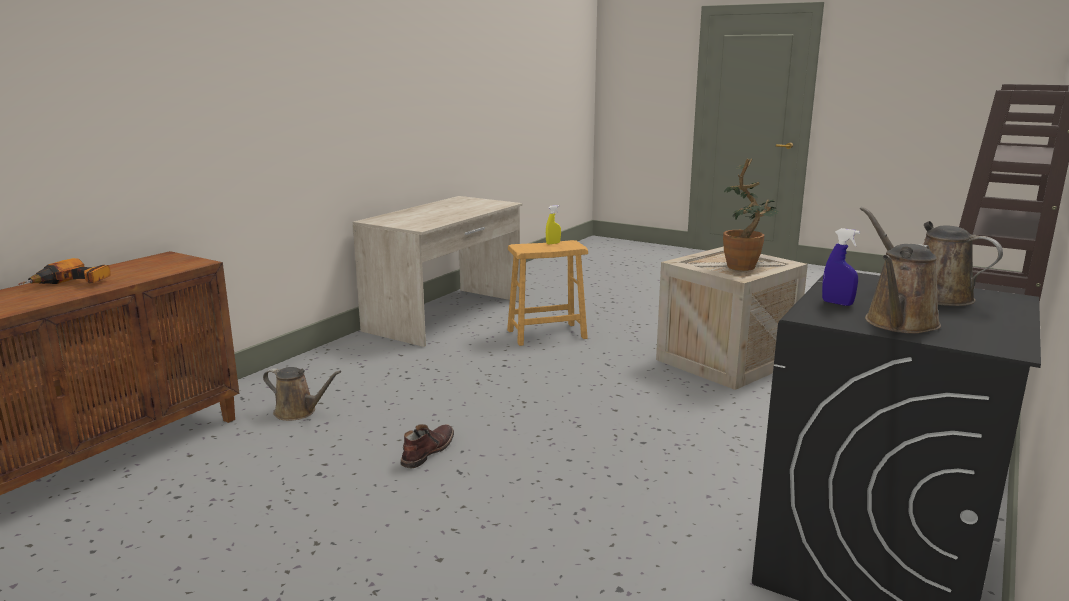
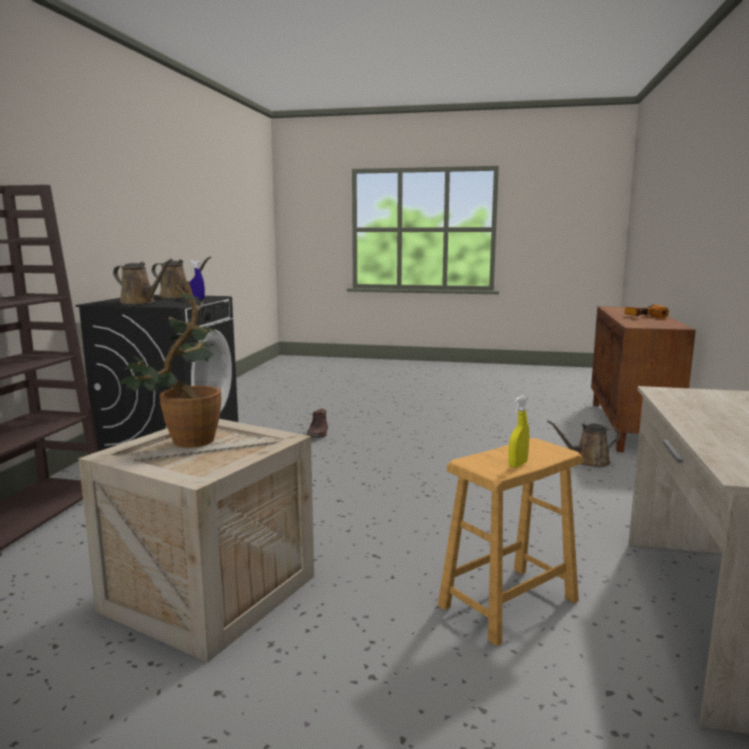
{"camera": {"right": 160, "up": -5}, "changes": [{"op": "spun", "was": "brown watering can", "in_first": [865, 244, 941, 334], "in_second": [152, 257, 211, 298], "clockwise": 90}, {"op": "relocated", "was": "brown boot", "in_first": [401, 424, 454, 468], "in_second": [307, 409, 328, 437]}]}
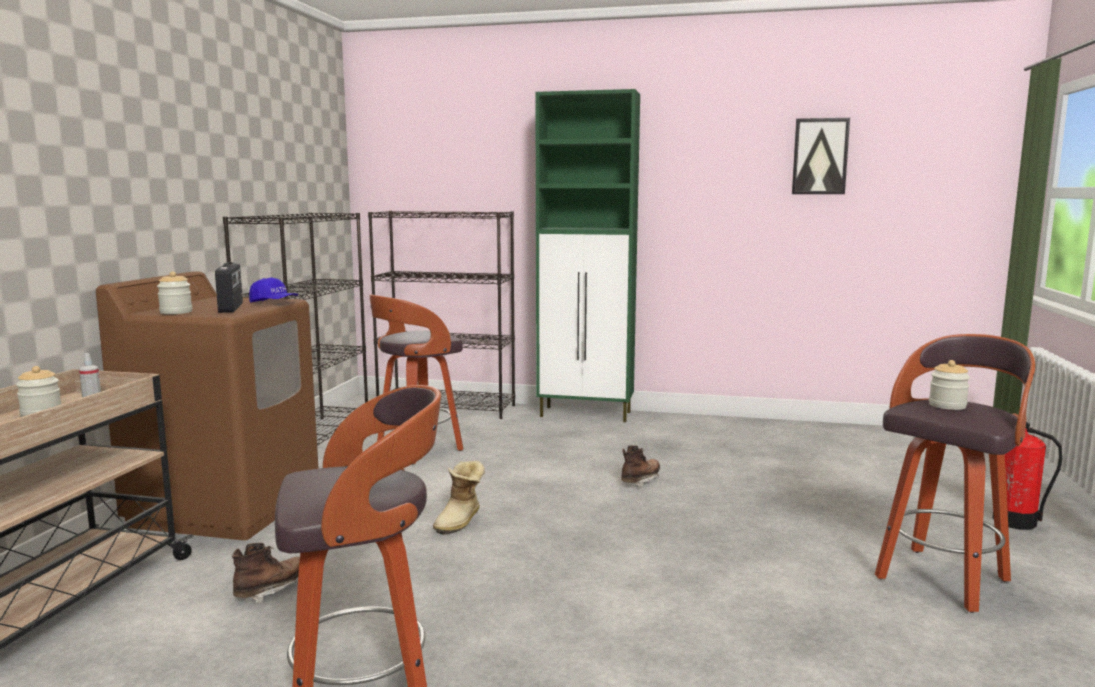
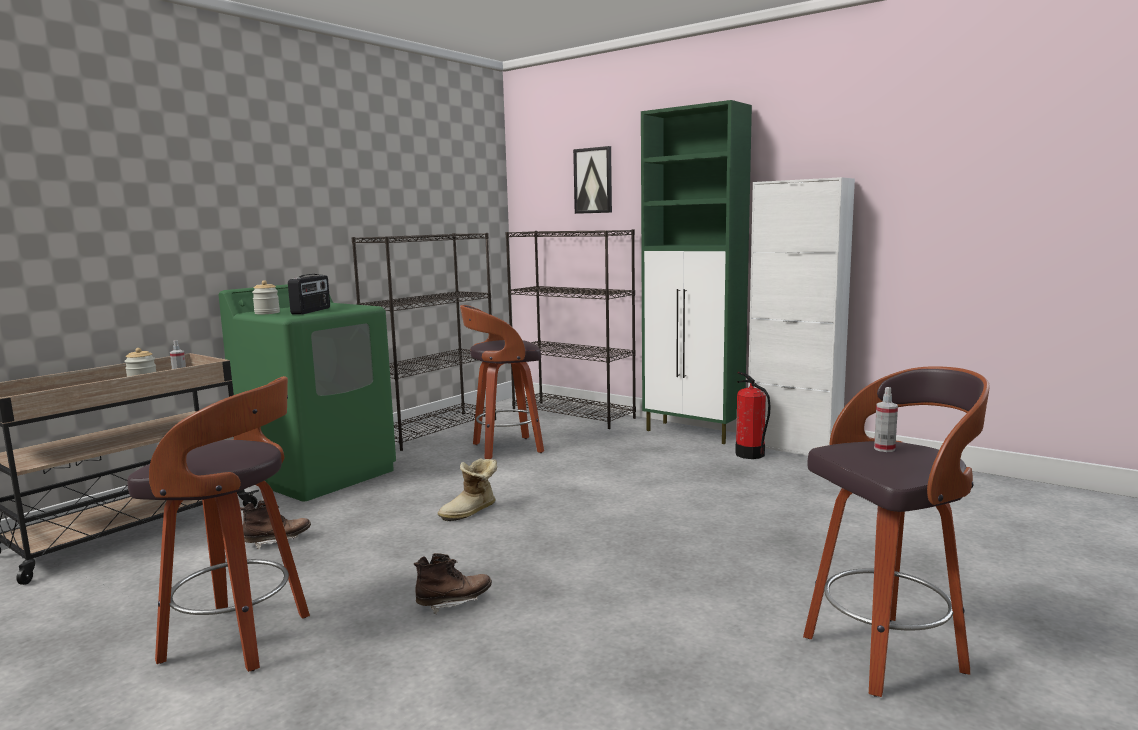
{"camera": {"right": 25, "up": 0}, "changes": [{"op": "colour", "was": "brown washing machine", "now": "green washing machine", "in_first": [96, 271, 319, 540], "in_second": [219, 284, 396, 502]}, {"op": "relocated", "was": "brown boot", "in_first": [621, 445, 660, 488], "in_second": [414, 553, 492, 614]}, {"op": "relocated", "was": "picture", "in_first": [792, 118, 850, 194], "in_second": [573, 146, 612, 214]}, {"op": "relocated", "was": "fire extinguisher", "in_first": [992, 422, 1062, 530], "in_second": [735, 372, 771, 459]}, {"op": "appeared", "now": "white cabinet", "in_second": [748, 177, 855, 456]}, {"op": "exchanged", "was": "jar", "now": "spray bottle", "in_first": [929, 360, 970, 410], "in_second": [874, 387, 898, 452]}, {"op": "missing", "was": "blue cap", "in_first": [249, 277, 298, 303]}]}
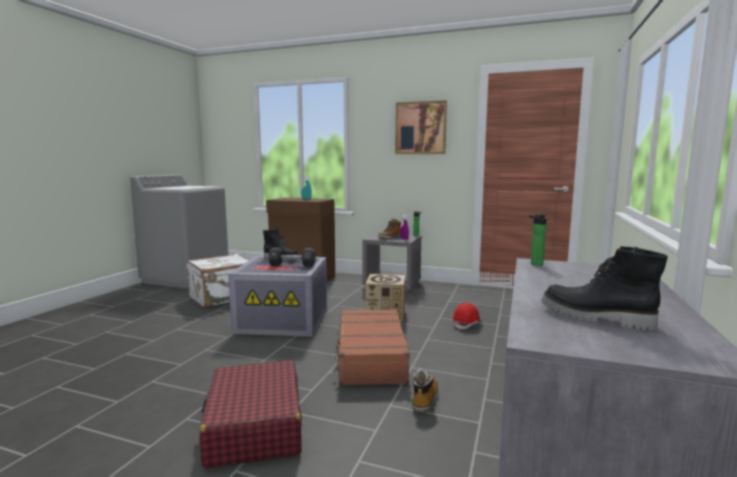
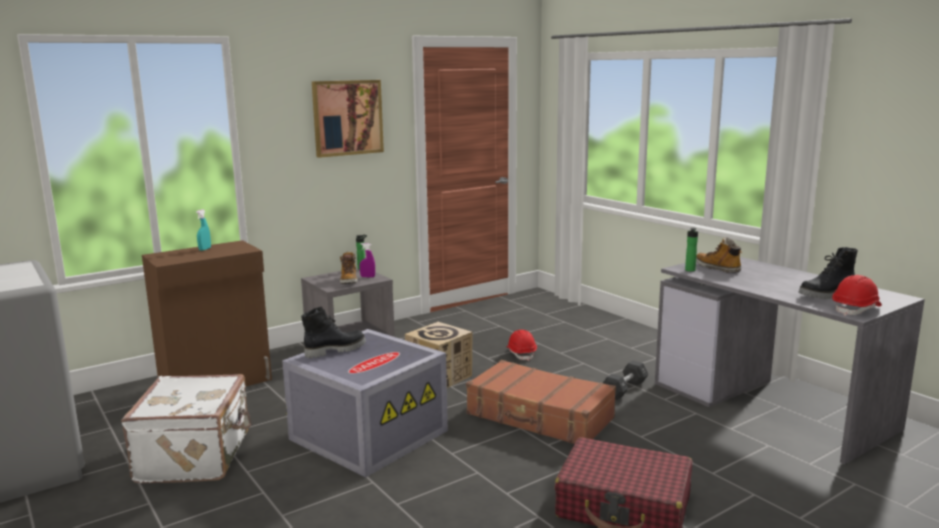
{"camera": {"right": -55, "up": 5}, "changes": [{"op": "relocated", "was": "black dumbbell", "in_first": [268, 247, 316, 267], "in_second": [603, 360, 648, 400]}, {"op": "relocated", "was": "boot", "in_first": [412, 369, 439, 413], "in_second": [696, 237, 742, 273]}, {"op": "appeared", "now": "red hard hat", "in_second": [832, 275, 882, 316]}]}
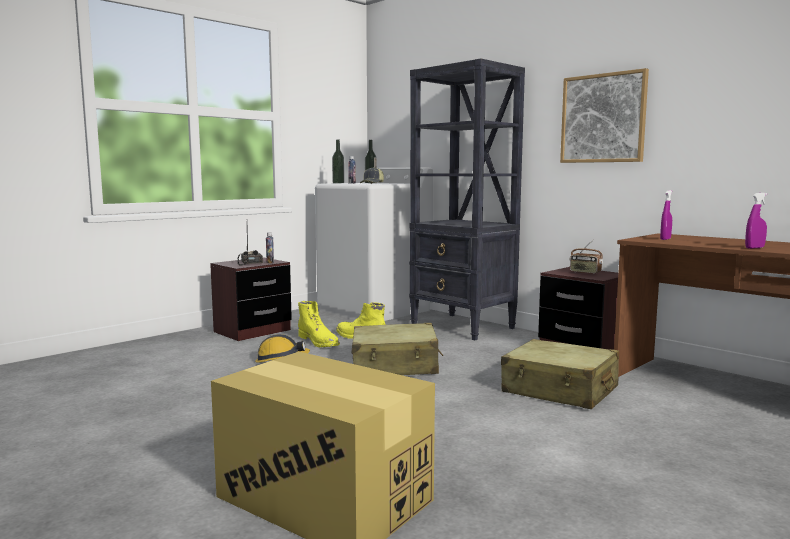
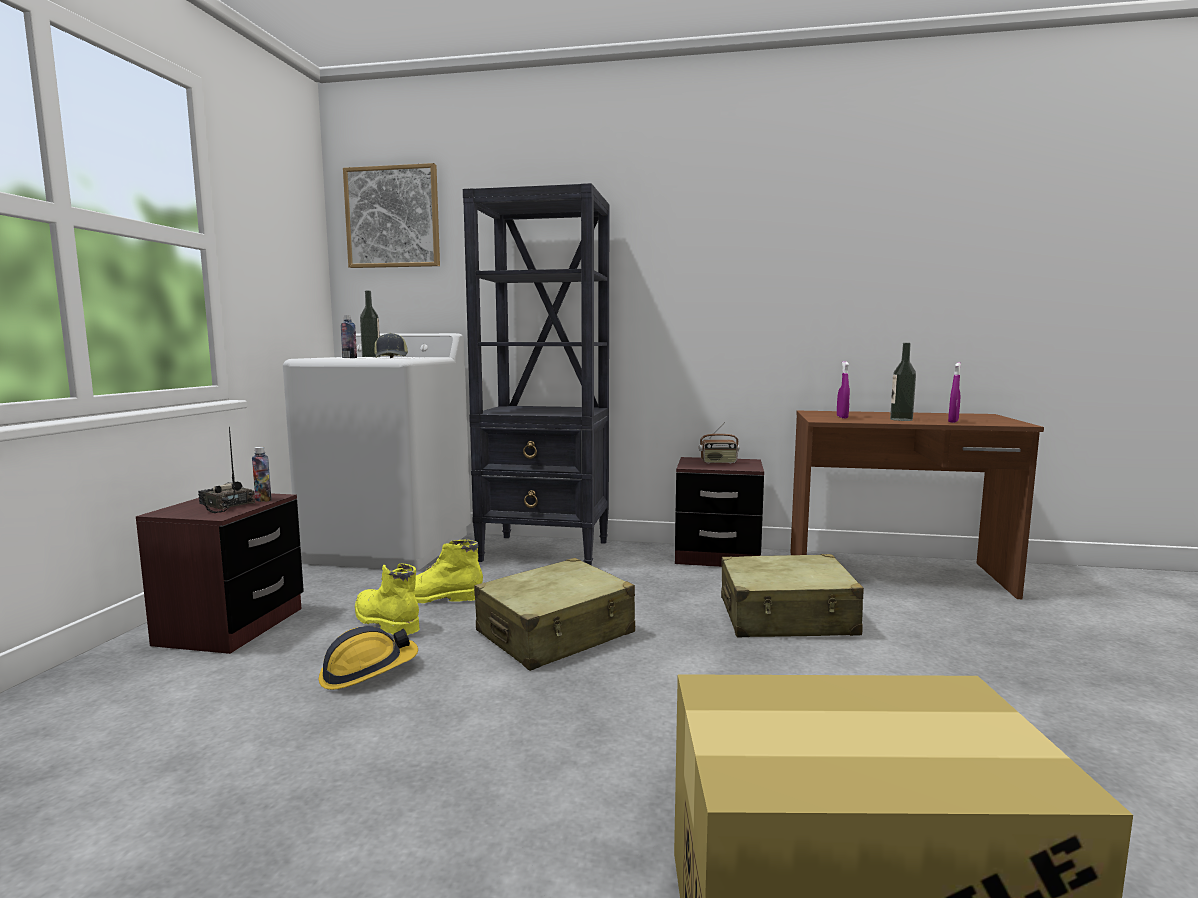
{"camera": {"right": -35, "up": 0}, "changes": [{"op": "relocated", "was": "picture", "in_first": [560, 68, 649, 163], "in_second": [343, 163, 440, 268]}, {"op": "spun", "was": "yellow boot", "in_first": [298, 301, 340, 347], "in_second": [355, 563, 420, 635], "clockwise": -150}, {"op": "relocated", "was": "bottle", "in_first": [332, 140, 344, 183], "in_second": [890, 343, 916, 421]}]}
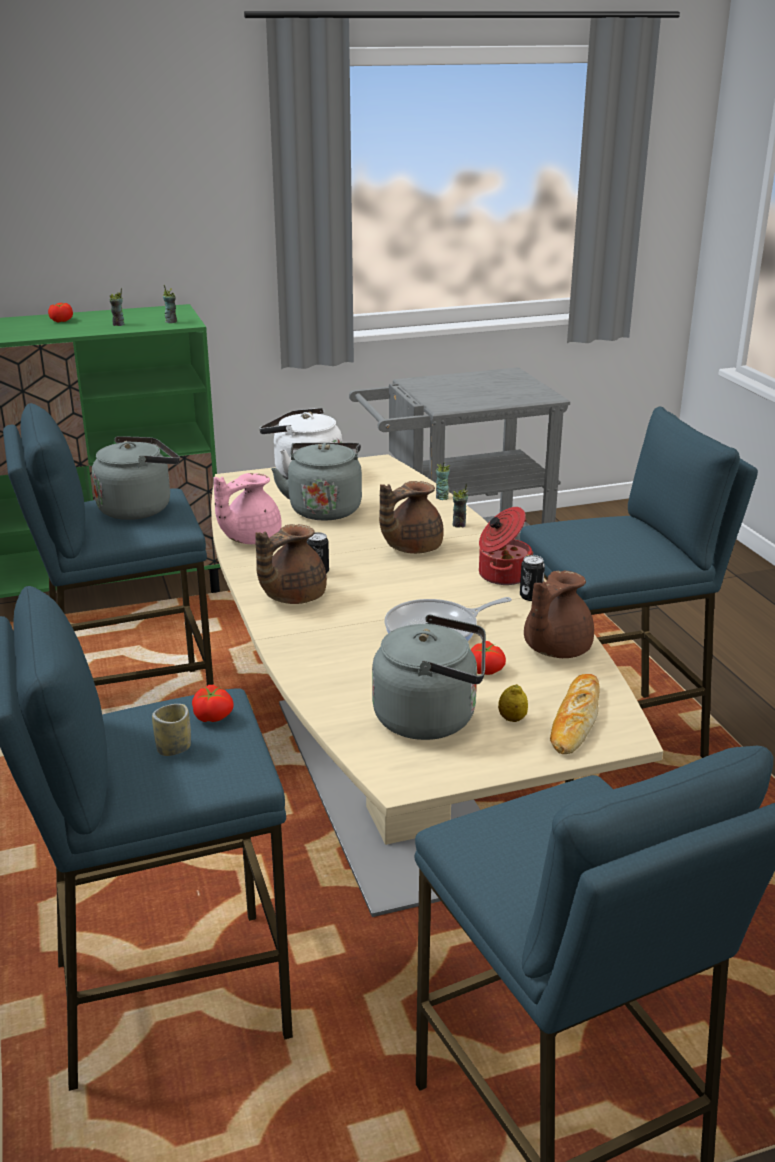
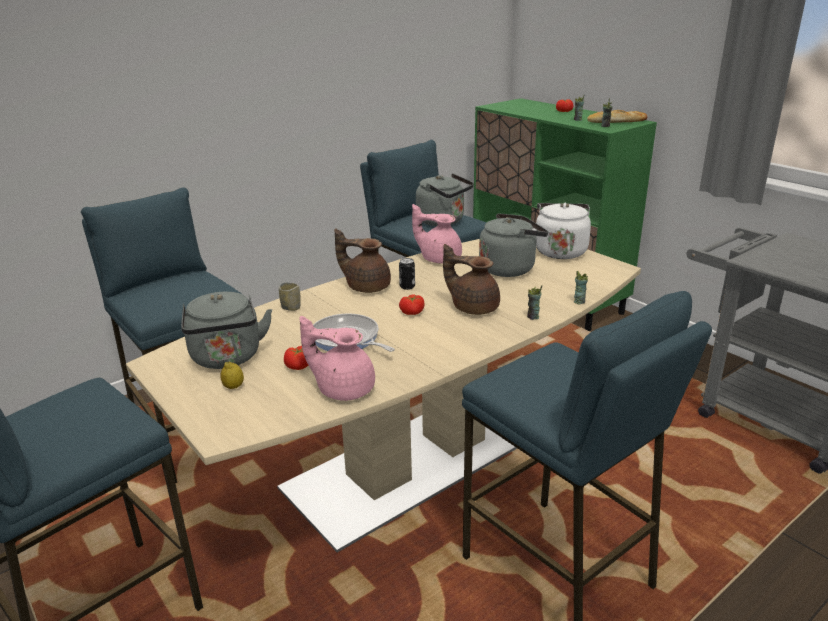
{"camera": {"right": 70, "up": 0}, "changes": [{"op": "relocated", "was": "cup", "in_first": [152, 704, 191, 756], "in_second": [279, 282, 301, 311]}, {"op": "colour", "was": "brown teapot", "now": "pink teapot", "in_first": [524, 570, 594, 658], "in_second": [299, 316, 375, 401]}, {"op": "relocated", "was": "tomato", "in_first": [192, 685, 233, 722], "in_second": [399, 295, 424, 315]}, {"op": "relocated", "was": "bread", "in_first": [550, 674, 600, 754], "in_second": [587, 110, 647, 123]}, {"op": "missing", "was": "cooking pot", "in_first": [479, 507, 534, 585]}, {"op": "missing", "was": "can", "in_first": [520, 555, 545, 601]}]}
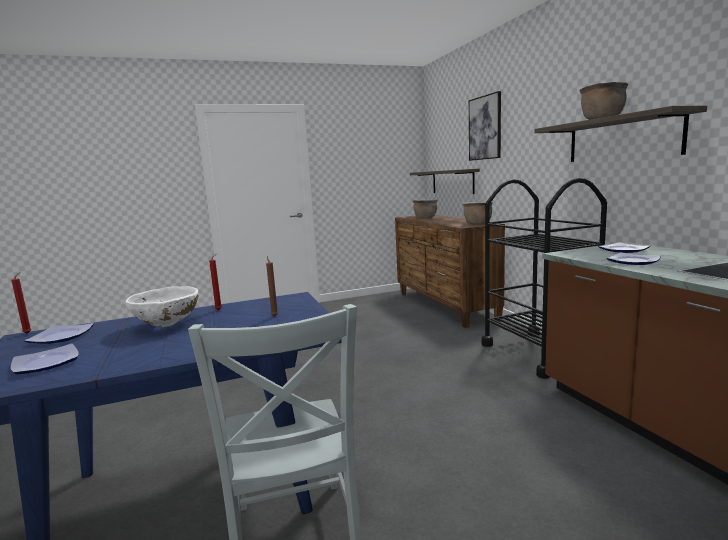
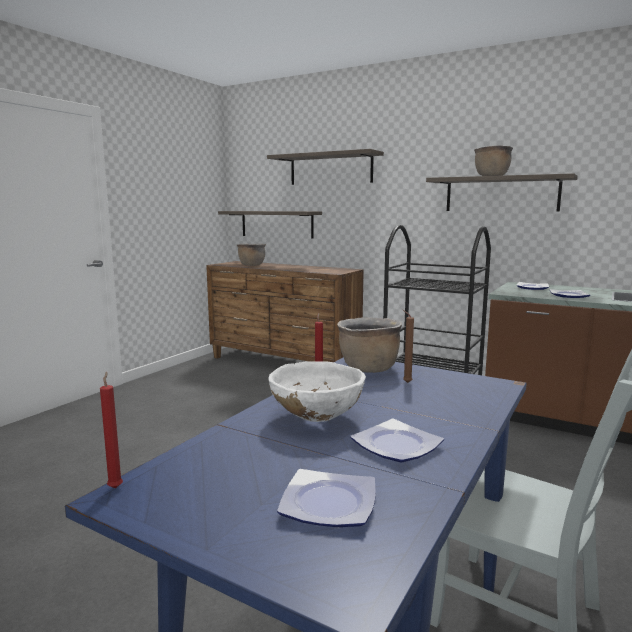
{"camera": {"right": -40, "up": 0}, "changes": [{"op": "exchanged", "was": "picture", "now": "shelf", "in_first": [469, 91, 501, 161], "in_second": [267, 149, 384, 185]}, {"op": "relocated", "was": "brown cooking pot", "in_first": [462, 202, 493, 224], "in_second": [337, 317, 402, 373]}, {"op": "relocated", "was": "plate", "in_first": [24, 323, 94, 344], "in_second": [350, 419, 444, 462]}]}
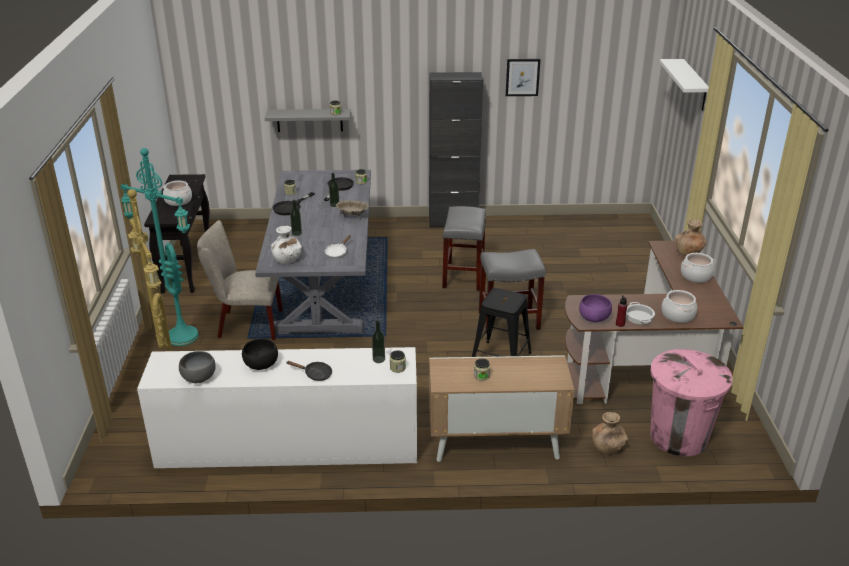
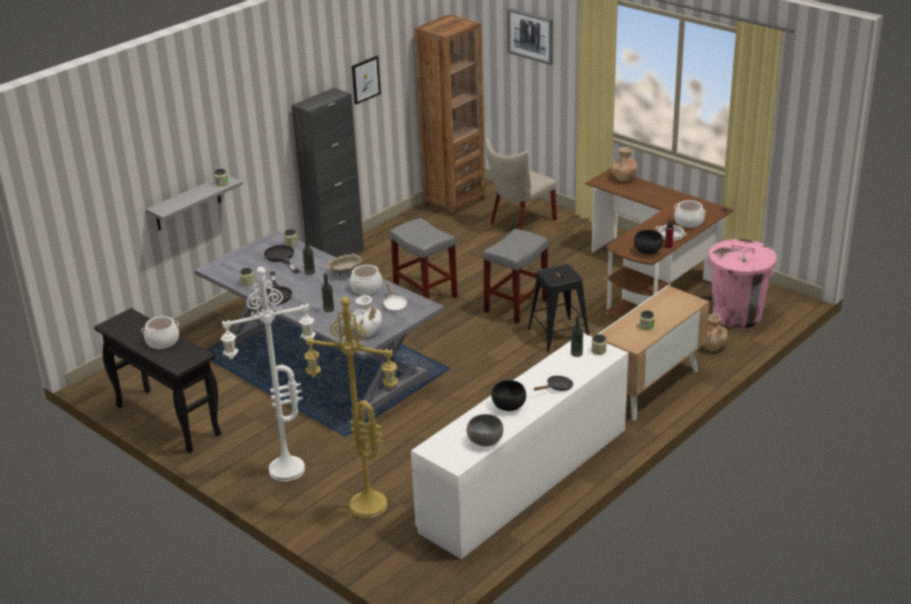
{"camera": {"right": -45, "up": 0}, "changes": [{"op": "colour", "was": "turquoise floor lamp", "now": "white floor lamp", "in_first": [120, 148, 198, 346], "in_second": [221, 267, 316, 482]}, {"op": "relocated", "was": "cooking pot", "in_first": [681, 253, 716, 283], "in_second": [350, 265, 382, 295]}, {"op": "appeared", "now": "brown bookcase", "in_second": [414, 14, 485, 216]}, {"op": "relocated", "was": "beige chair", "in_first": [197, 220, 283, 340], "in_second": [485, 138, 557, 230]}, {"op": "exchanged", "was": "white shelf", "now": "picture", "in_first": [659, 59, 709, 111], "in_second": [507, 8, 553, 65]}, {"op": "colour", "was": "purple bowl", "now": "black bowl", "in_first": [579, 294, 612, 322], "in_second": [634, 230, 663, 254]}]}
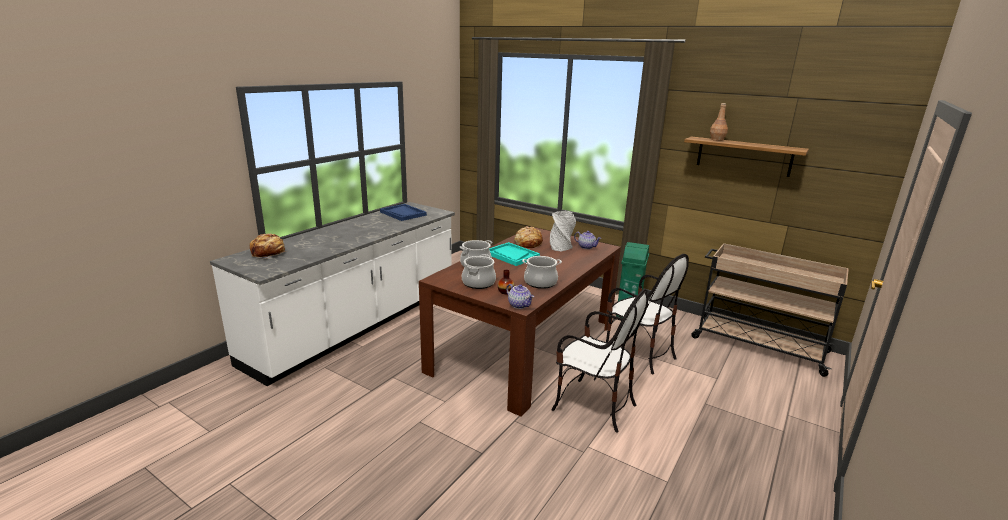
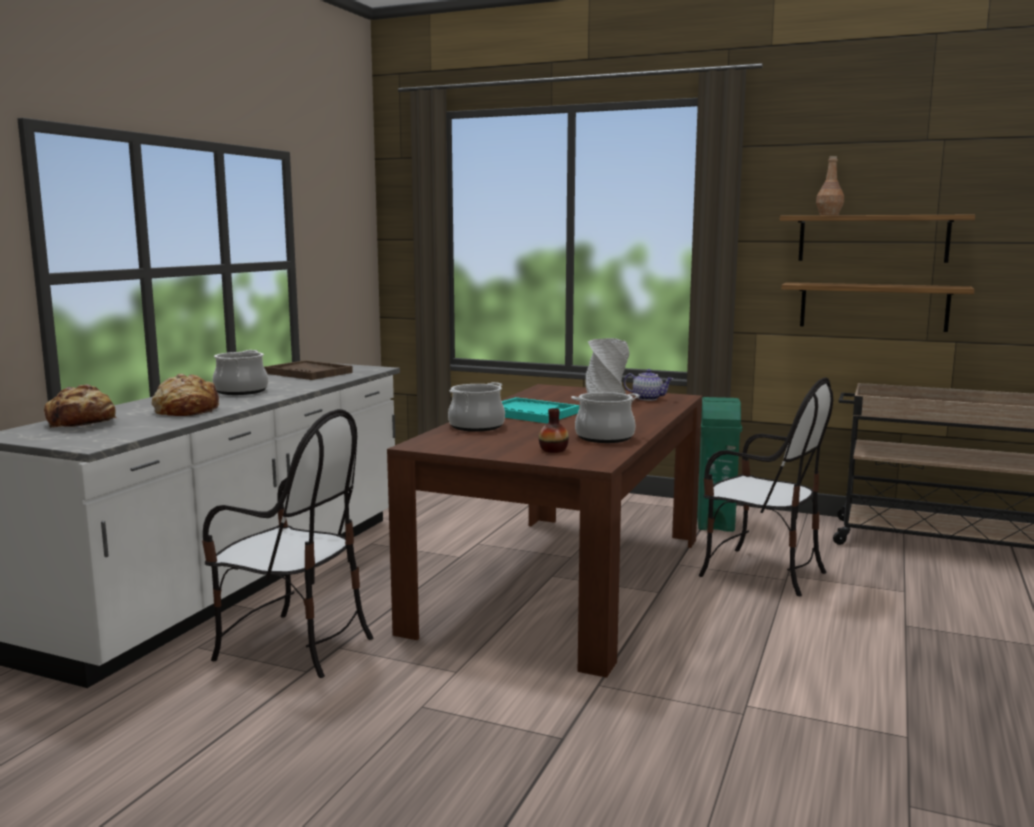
{"camera": {"right": -10, "up": -10}, "changes": [{"op": "relocated", "was": "bread", "in_first": [514, 226, 543, 248], "in_second": [152, 374, 220, 416]}, {"op": "relocated", "was": "chair", "in_first": [551, 289, 648, 432], "in_second": [202, 409, 374, 678]}, {"op": "relocated", "was": "cooking pot", "in_first": [462, 254, 496, 289], "in_second": [212, 350, 268, 395]}, {"op": "colour", "was": "blue tray", "now": "brown tray", "in_first": [380, 204, 427, 221], "in_second": [264, 360, 353, 380]}, {"op": "appeared", "now": "shelf", "in_second": [781, 282, 975, 332]}, {"op": "missing", "was": "teapot", "in_first": [506, 284, 534, 309]}]}
